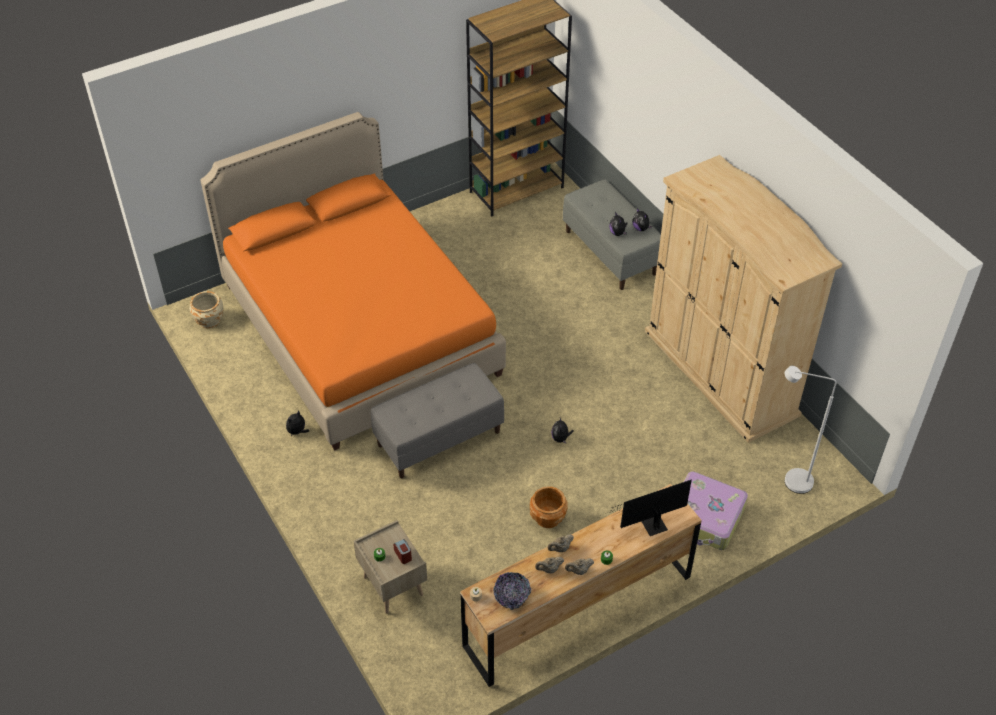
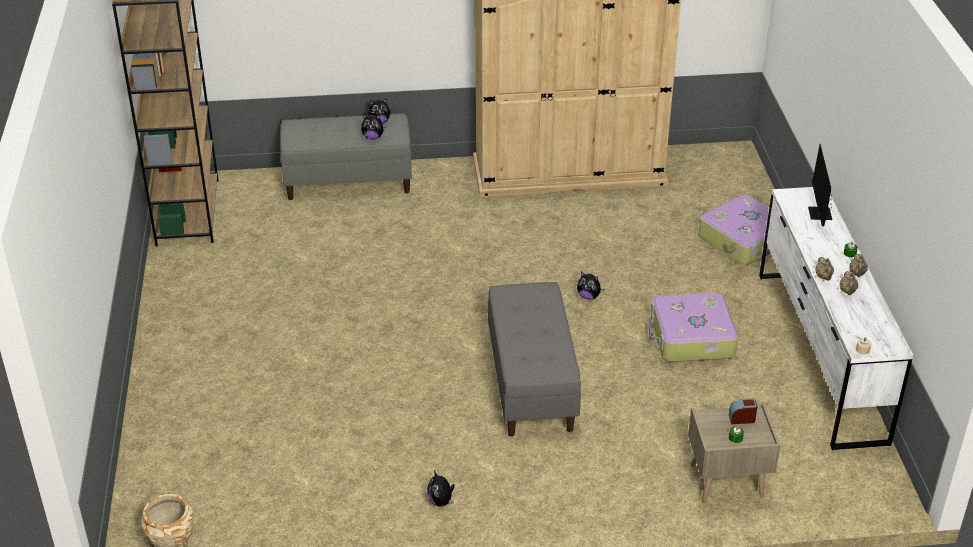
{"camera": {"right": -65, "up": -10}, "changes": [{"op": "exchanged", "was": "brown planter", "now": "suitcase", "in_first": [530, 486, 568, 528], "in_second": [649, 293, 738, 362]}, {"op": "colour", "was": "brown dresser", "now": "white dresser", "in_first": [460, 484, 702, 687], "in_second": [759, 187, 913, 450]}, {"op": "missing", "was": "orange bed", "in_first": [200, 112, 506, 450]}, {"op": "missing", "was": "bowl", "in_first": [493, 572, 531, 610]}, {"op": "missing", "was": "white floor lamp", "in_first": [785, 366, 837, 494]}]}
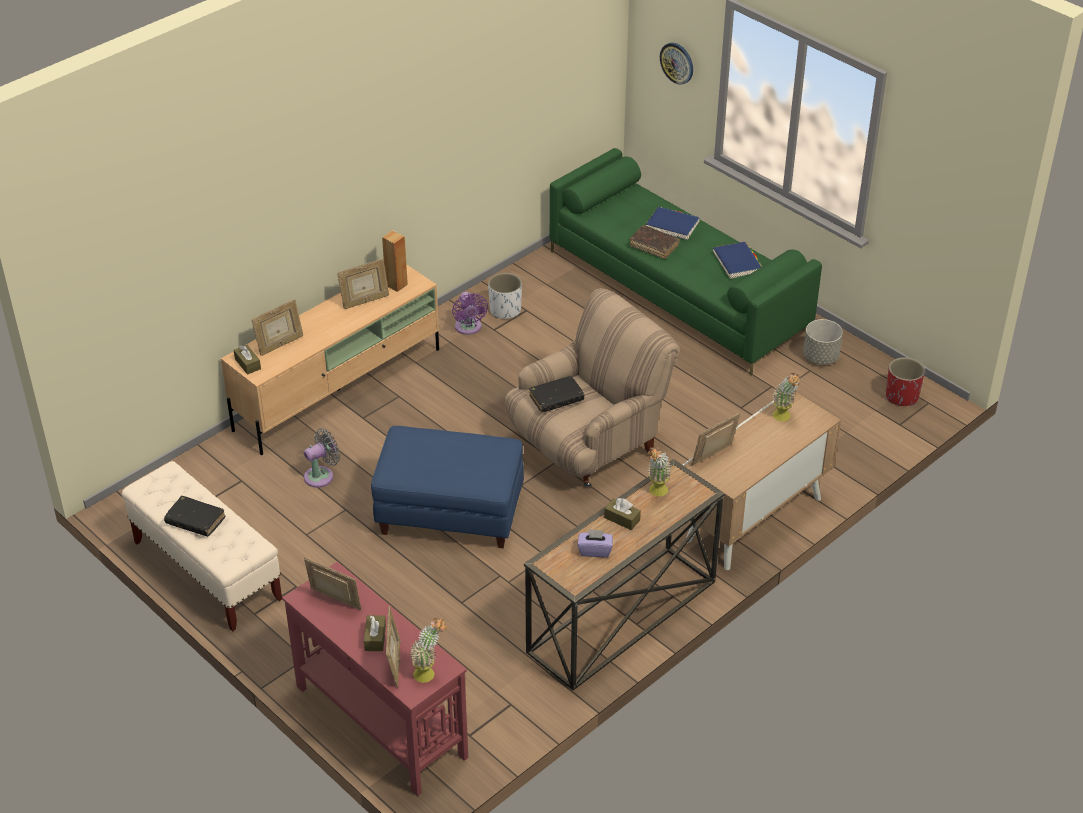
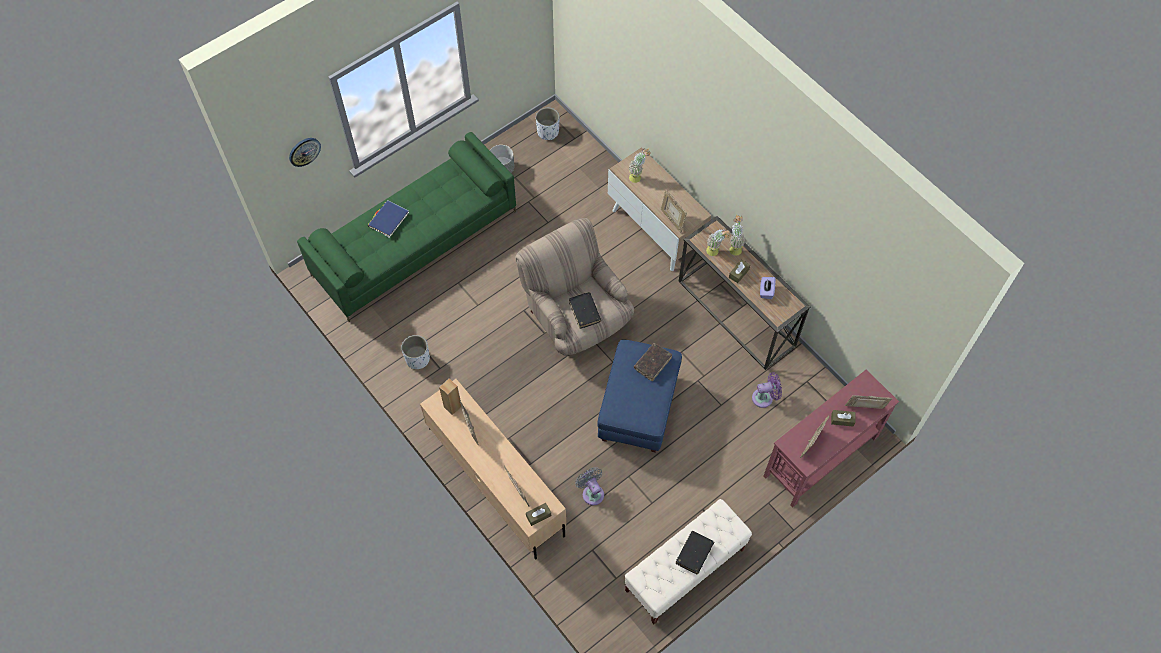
{"camera": {"right": -85, "up": 20}, "changes": [{"op": "colour", "was": "red planter", "now": "white planter", "in_first": [886, 357, 925, 406], "in_second": [536, 108, 559, 140]}, {"op": "relocated", "was": "brown book", "in_first": [629, 225, 680, 259], "in_second": [634, 343, 672, 381]}, {"op": "relocated", "was": "potted plant", "in_first": [410, 618, 447, 683], "in_second": [729, 215, 746, 256]}, {"op": "relocated", "was": "purple fan", "in_first": [452, 292, 488, 335], "in_second": [752, 372, 782, 408]}, {"op": "missing", "was": "blue book", "in_first": [713, 242, 762, 279]}]}
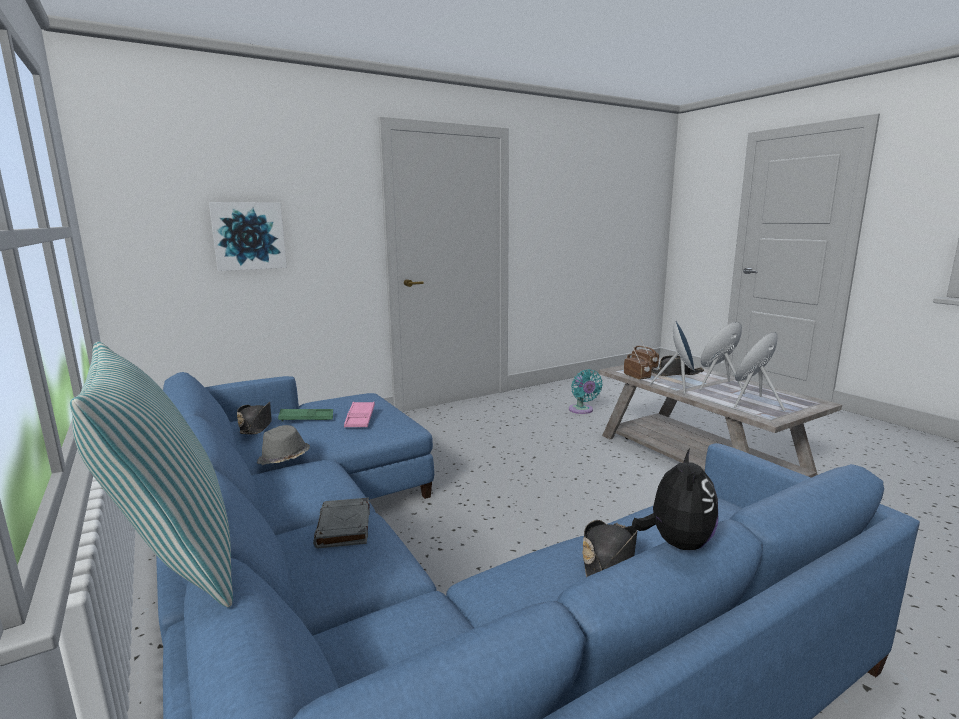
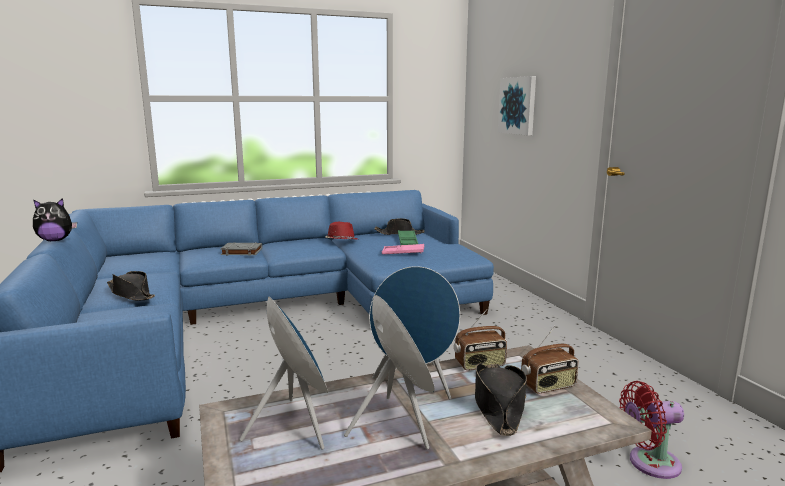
{"camera": {"right": 100, "up": 0}, "changes": [{"op": "spun", "was": "plush toy", "in_first": [632, 448, 718, 550], "in_second": [33, 198, 77, 241], "clockwise": -45}, {"op": "colour", "was": "grey hat", "now": "red hat", "in_first": [257, 425, 310, 465], "in_second": [325, 222, 358, 240]}, {"op": "colour", "was": "turquoise fan", "now": "red fan", "in_first": [569, 369, 603, 414], "in_second": [619, 381, 684, 479]}, {"op": "missing", "was": "pillow", "in_first": [70, 341, 233, 607]}]}
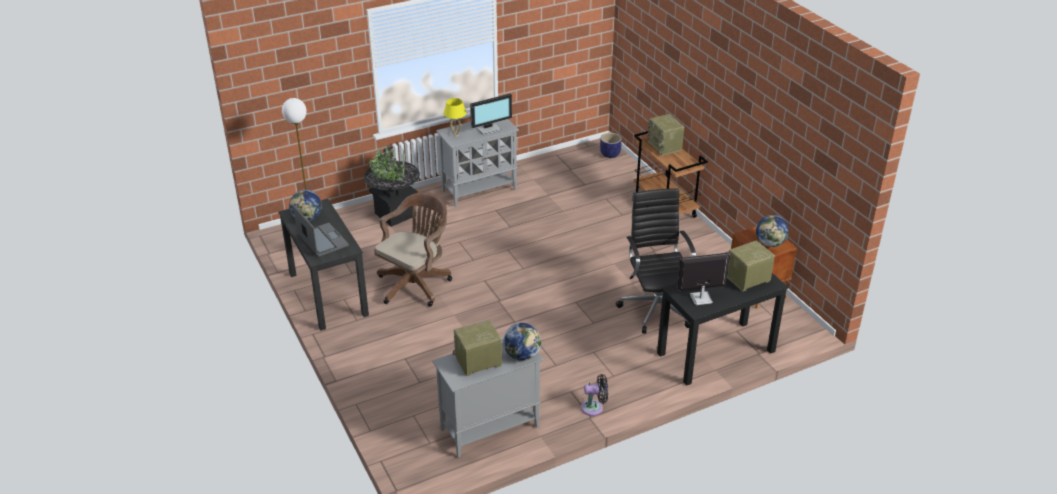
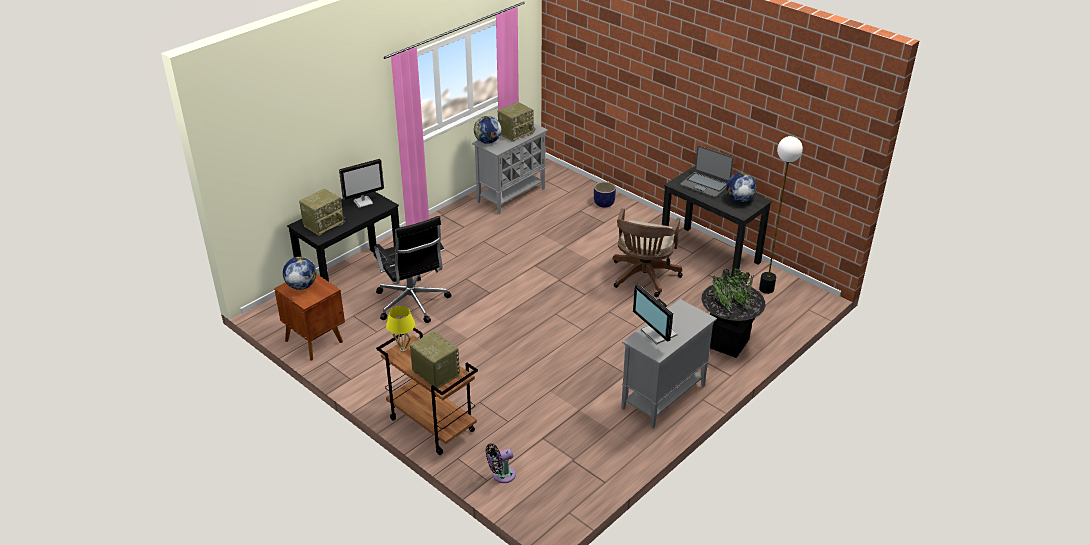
{"camera": {"right": 160, "up": 0}, "changes": [{"op": "relocated", "was": "yellow table lamp", "in_first": [444, 98, 466, 136], "in_second": [386, 306, 415, 352]}, {"op": "relocated", "was": "black fan", "in_first": [581, 374, 608, 416], "in_second": [486, 443, 516, 483]}, {"op": "relocated", "was": "planter", "in_first": [600, 133, 622, 158], "in_second": [594, 182, 616, 208]}, {"op": "spun", "was": "monitor", "in_first": [470, 94, 512, 135], "in_second": [633, 284, 677, 344], "clockwise": -75}]}
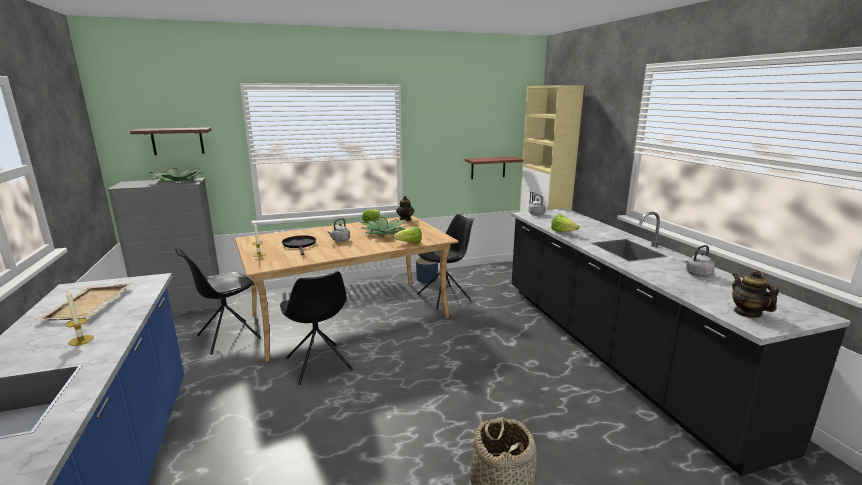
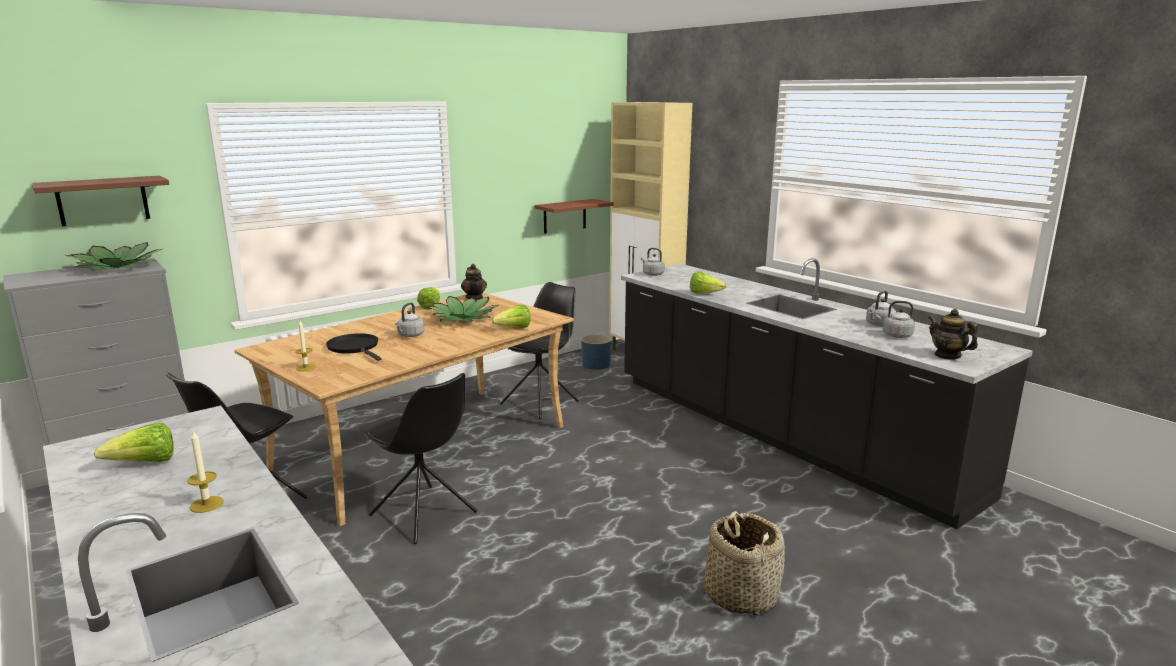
{"camera": {"right": -20, "up": 0}, "changes": [{"op": "exchanged", "was": "beige tray", "now": "lettuce", "in_first": [34, 284, 132, 320], "in_second": [94, 423, 174, 462]}, {"op": "relocated", "was": "blue planter", "in_first": [416, 258, 438, 283], "in_second": [581, 334, 611, 370]}, {"op": "appeared", "now": "grey kettle", "in_second": [876, 301, 915, 338]}]}
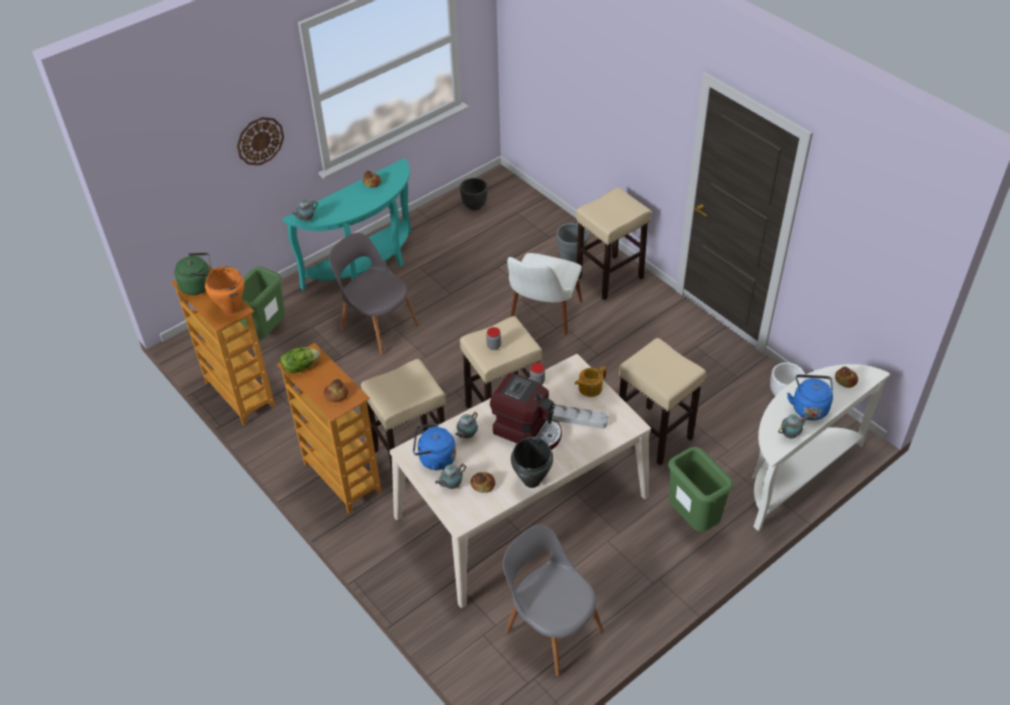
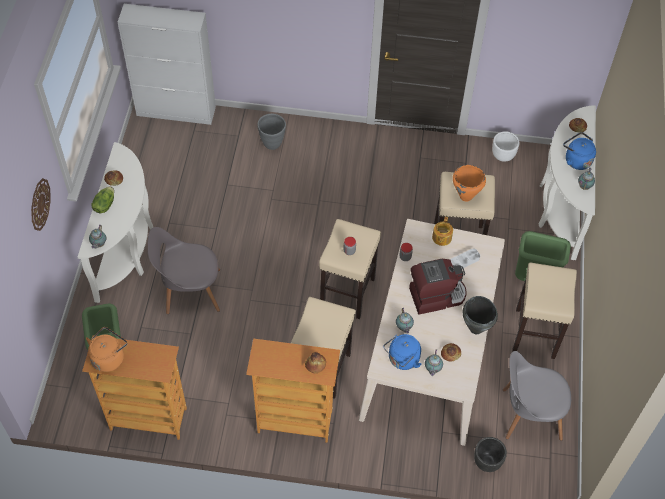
{"camera": {"right": -45, "up": 10}, "changes": [{"op": "colour", "was": "turquoise console table", "now": "white console table", "in_first": [282, 158, 412, 290], "in_second": [78, 142, 153, 303]}, {"op": "colour", "was": "green kettle", "now": "orange kettle", "in_first": [174, 253, 211, 295], "in_second": [86, 327, 127, 372]}, {"op": "relocated", "was": "lettuce", "in_first": [281, 347, 320, 373], "in_second": [91, 186, 114, 213]}, {"op": "appeared", "now": "white cabinet", "in_second": [118, 4, 216, 125]}, {"op": "relocated", "was": "orange cooking pot", "in_first": [205, 266, 244, 314], "in_second": [453, 165, 486, 202]}, {"op": "relocated", "was": "black planter", "in_first": [460, 178, 488, 210], "in_second": [474, 437, 507, 472]}, {"op": "relocated", "was": "beige stool", "in_first": [576, 187, 651, 300], "in_second": [512, 263, 577, 359]}, {"op": "missing", "was": "white chair", "in_first": [507, 253, 582, 335]}]}
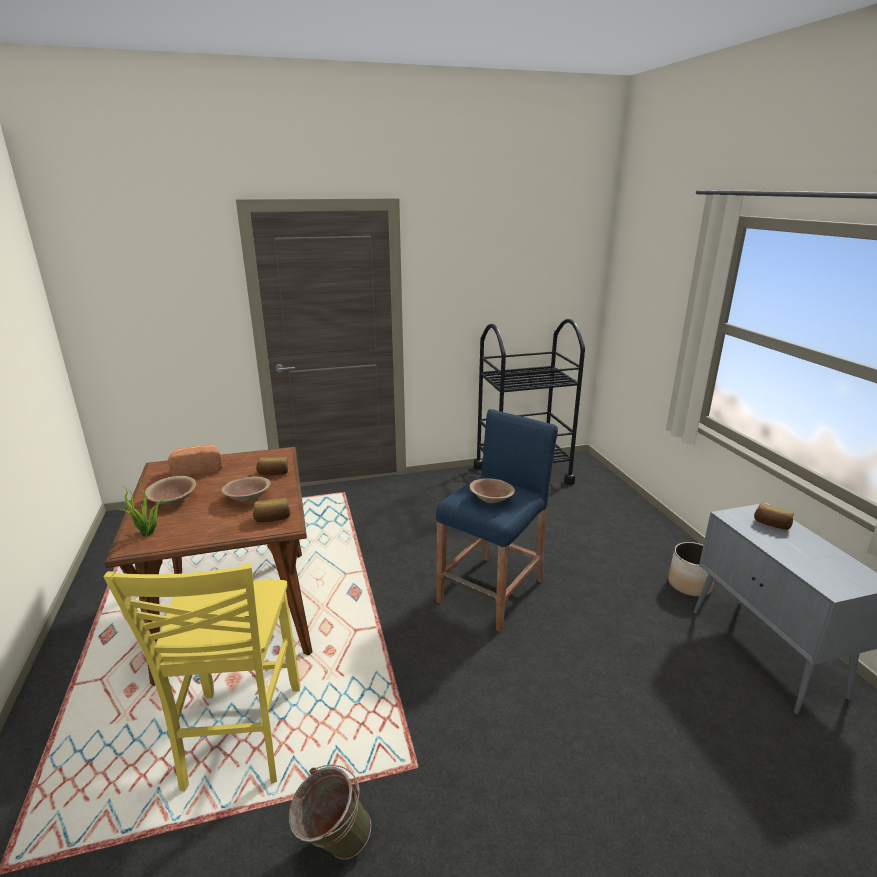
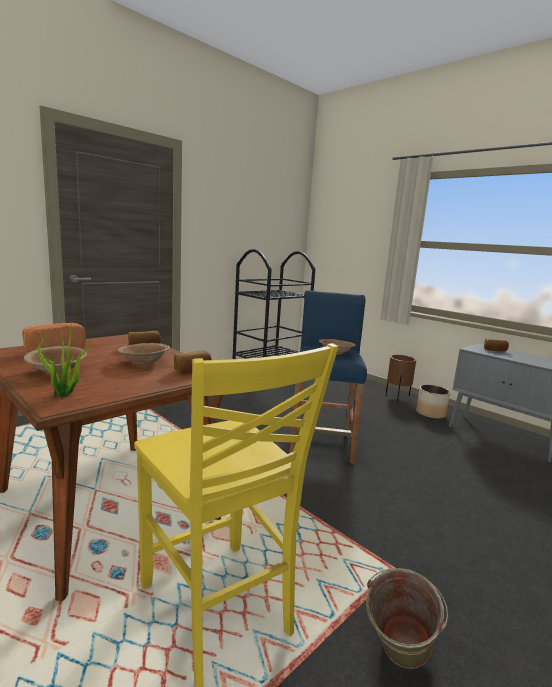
{"camera": {"right": -30, "up": -10}, "changes": [{"op": "appeared", "now": "brown planter", "in_second": [386, 355, 416, 402]}]}
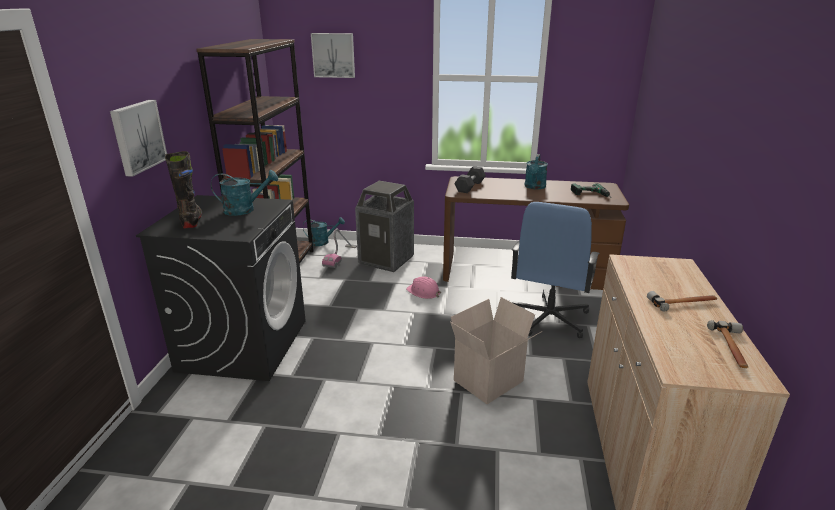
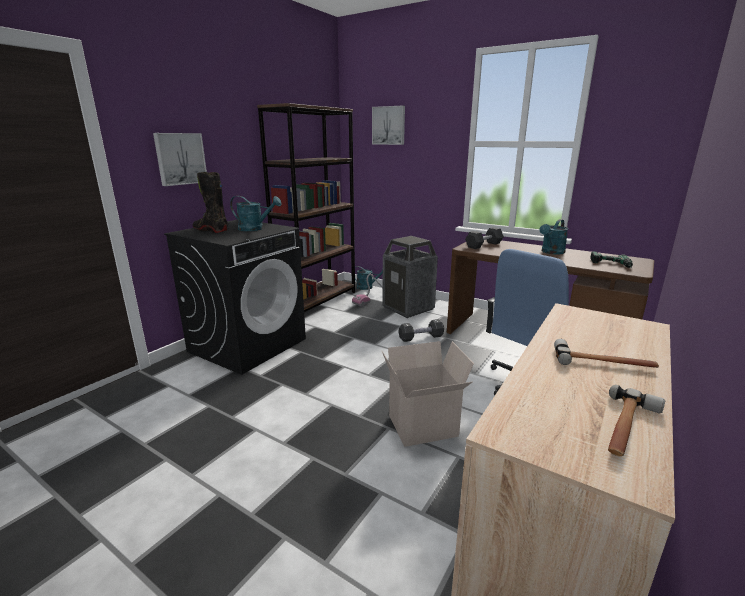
{"camera": {"right": 25, "up": -5}, "changes": [{"op": "spun", "was": "black boot", "in_first": [165, 151, 202, 228], "in_second": [193, 172, 228, 233], "clockwise": -75}, {"op": "exchanged", "was": "pink hard hat", "now": "black dumbbell", "in_first": [406, 276, 441, 299], "in_second": [399, 319, 444, 342]}]}
